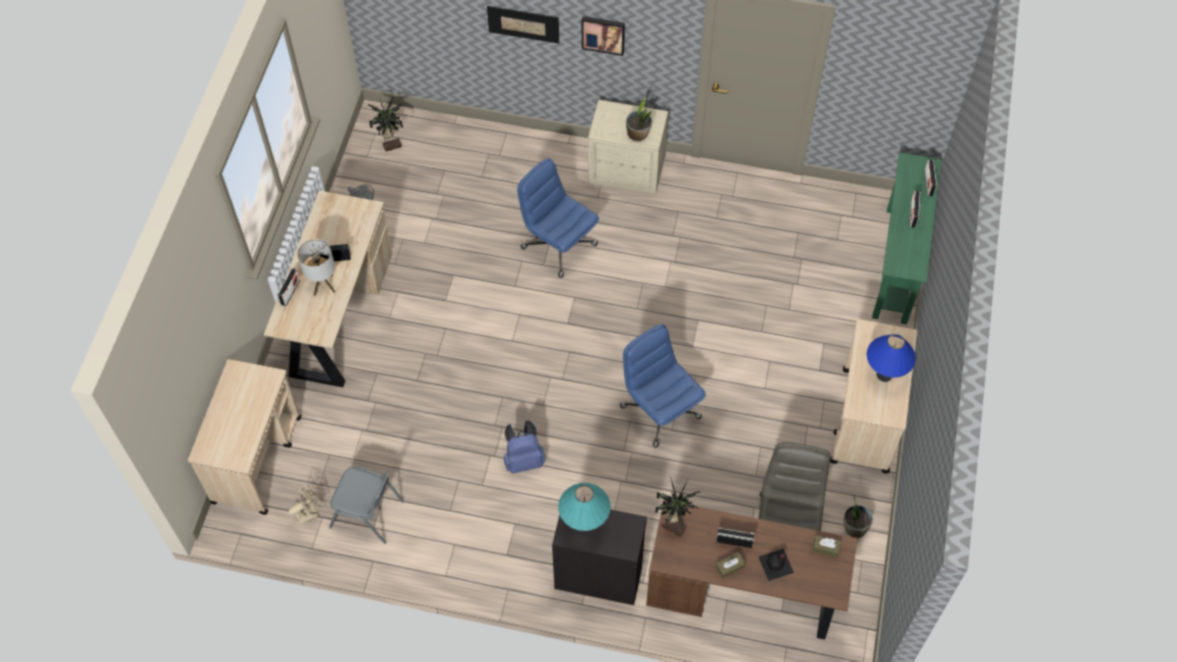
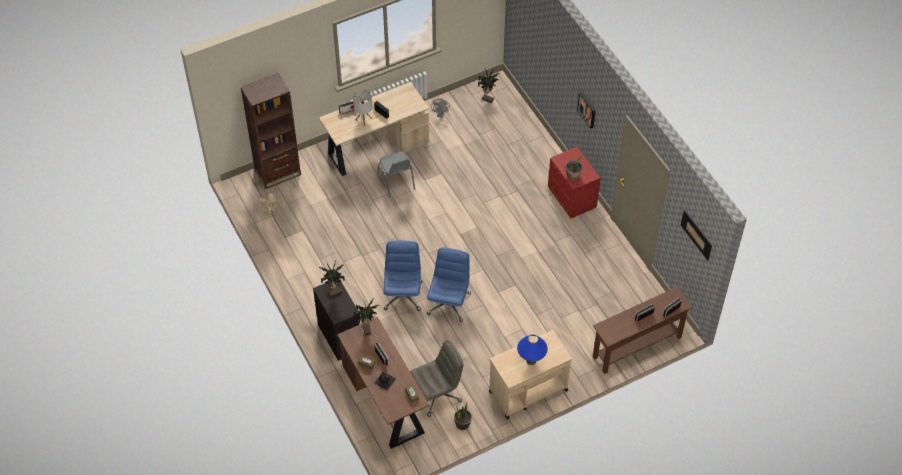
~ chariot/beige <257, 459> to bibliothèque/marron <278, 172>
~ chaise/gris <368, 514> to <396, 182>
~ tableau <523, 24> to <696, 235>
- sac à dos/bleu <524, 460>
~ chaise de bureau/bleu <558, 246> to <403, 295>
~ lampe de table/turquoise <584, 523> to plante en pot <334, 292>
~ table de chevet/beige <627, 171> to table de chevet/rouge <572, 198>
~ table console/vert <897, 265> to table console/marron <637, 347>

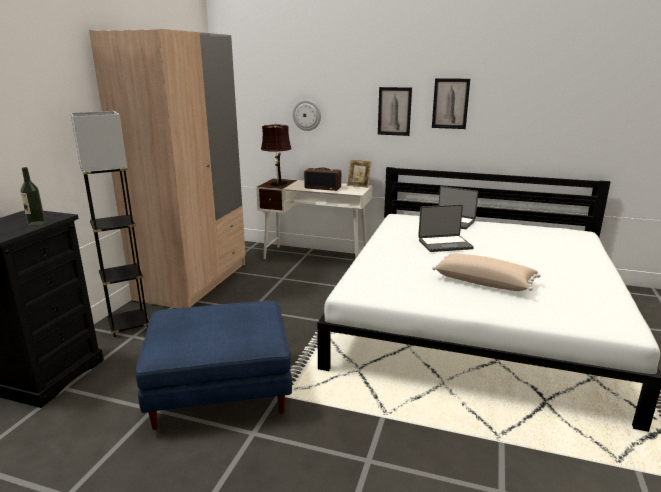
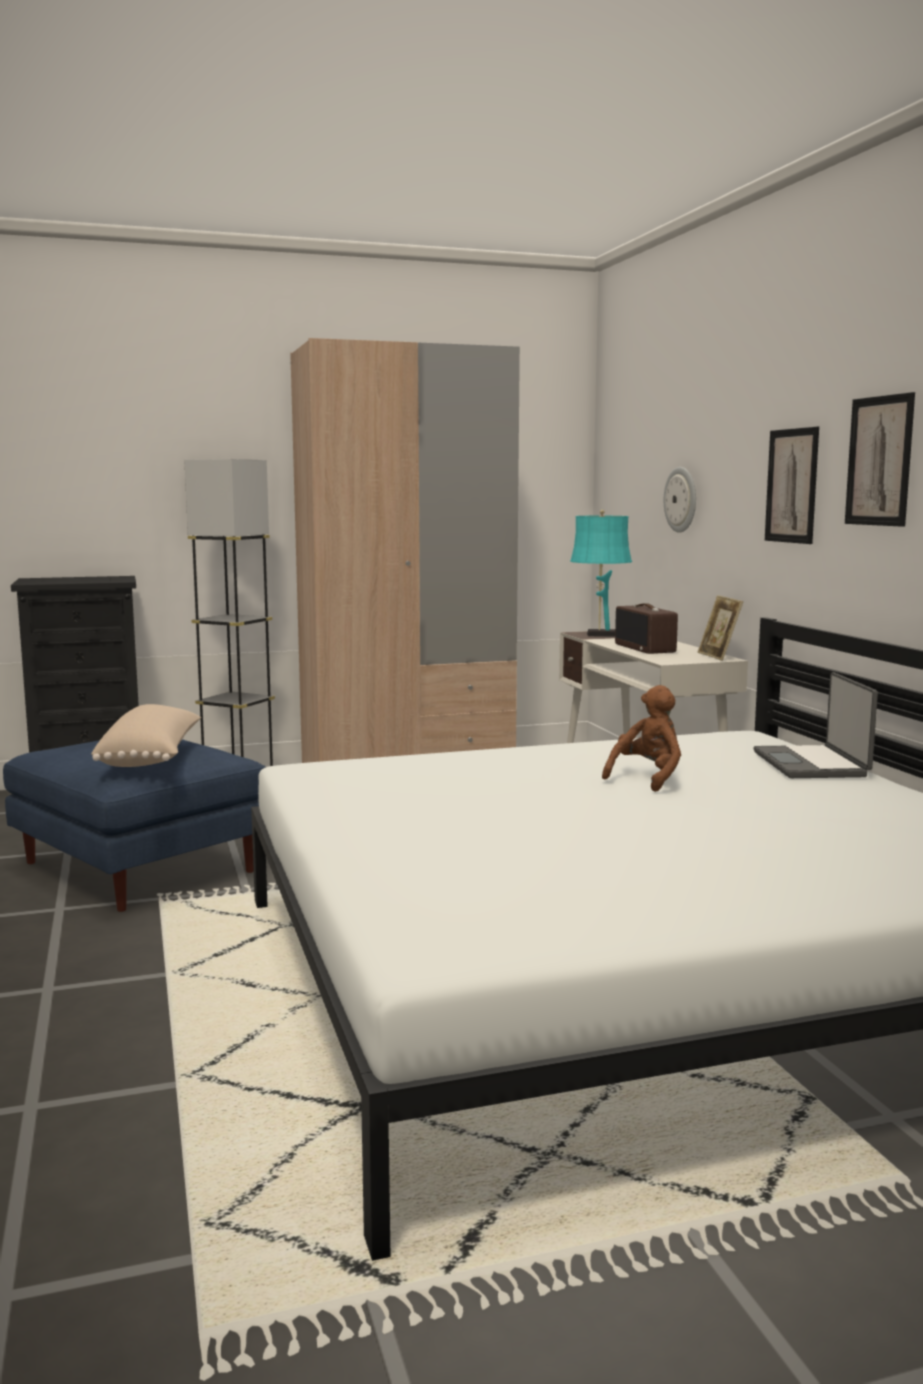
- bouteille <36, 223>
~ lampe de table/marron <277, 184> to lampe de table/turquoise <599, 635>
~ ordinateur portable <444, 244> to peluche/marron <647, 778>
~ coussin/beige <484, 282> to <153, 757>

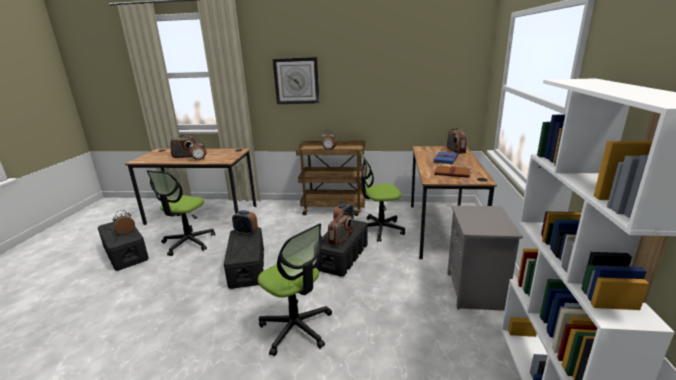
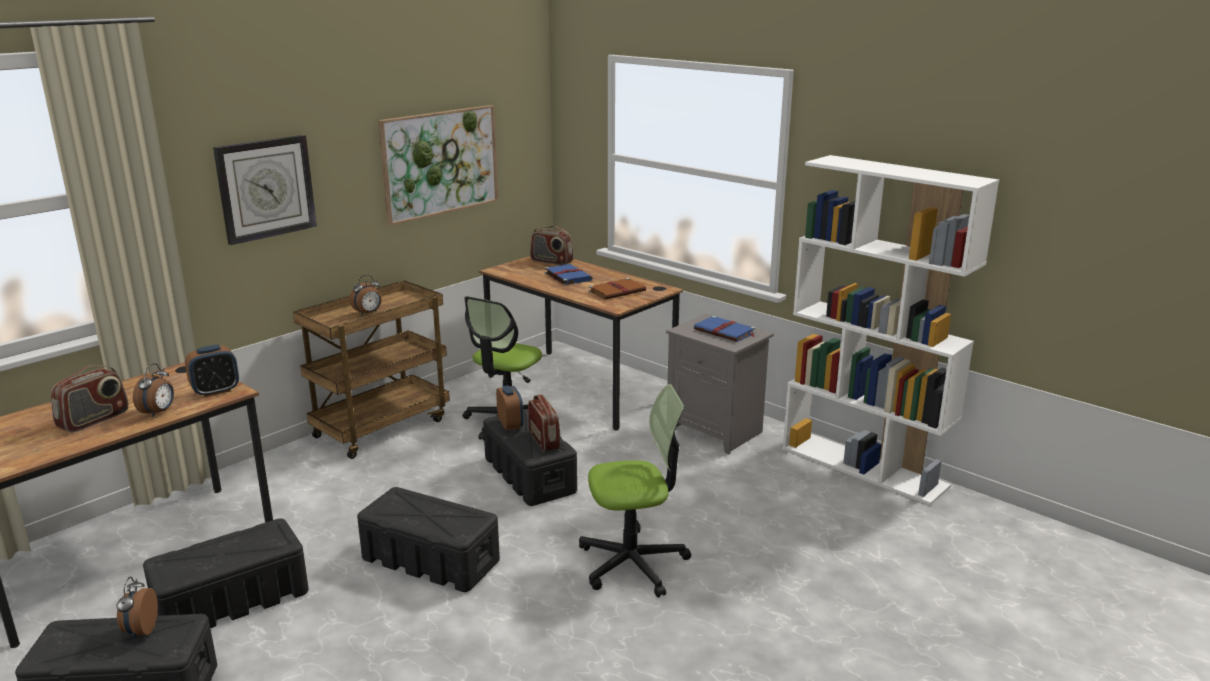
~ chaise de bureau <188, 242> to boîte de rangement/noir <231, 601>
~ réveil <246, 232> to <215, 391>
+ tableau <440, 162>
+ livre/bleu <725, 332>

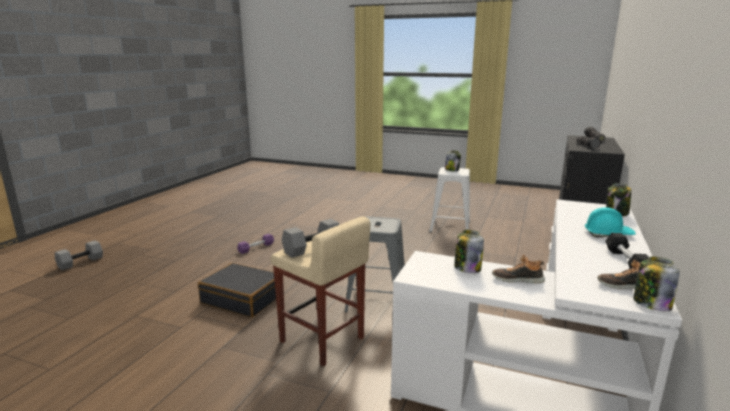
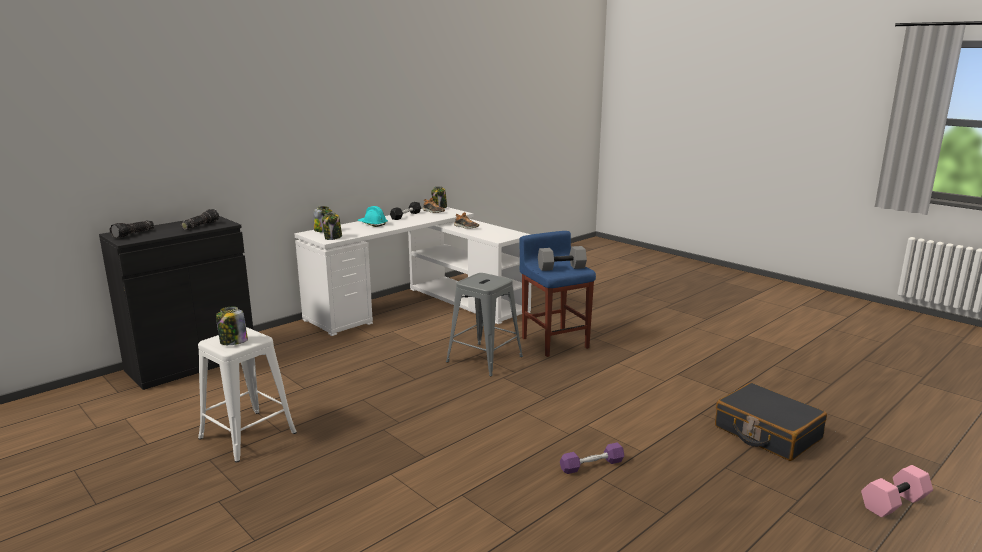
~ haltère/gris <81, 262> to haltère/rose <895, 504>
~ valise/noir <243, 299> to <767, 433>
~ tabouret/beige <323, 340> to tabouret/bleu <554, 342>
~ bocal <467, 268> to <333, 238>

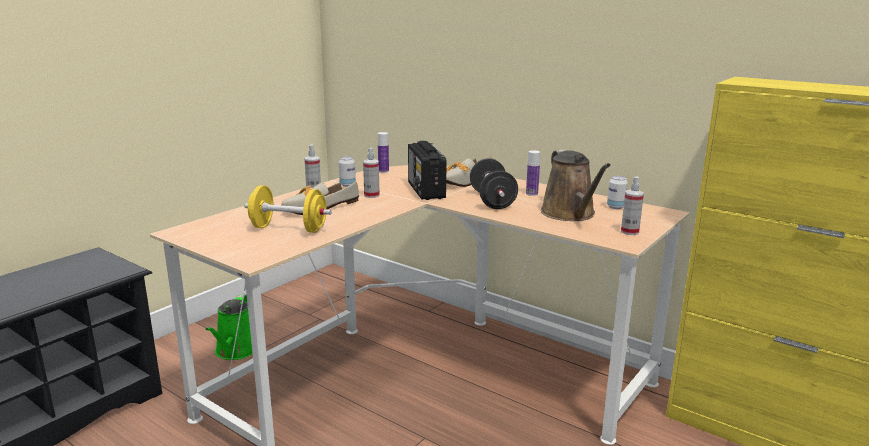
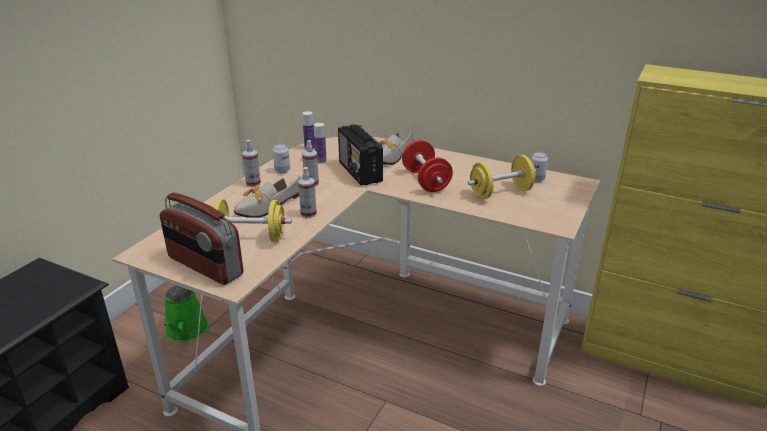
~ haltère/noir <492, 201> to haltère/rouge <426, 181>
~ bouteille <531, 194> to <321, 161>
~ arrosoir/marron <570, 214> to haltère/jaune <500, 193>
~ vaporisateur <629, 232> to <308, 214>
+ radio <204, 266>

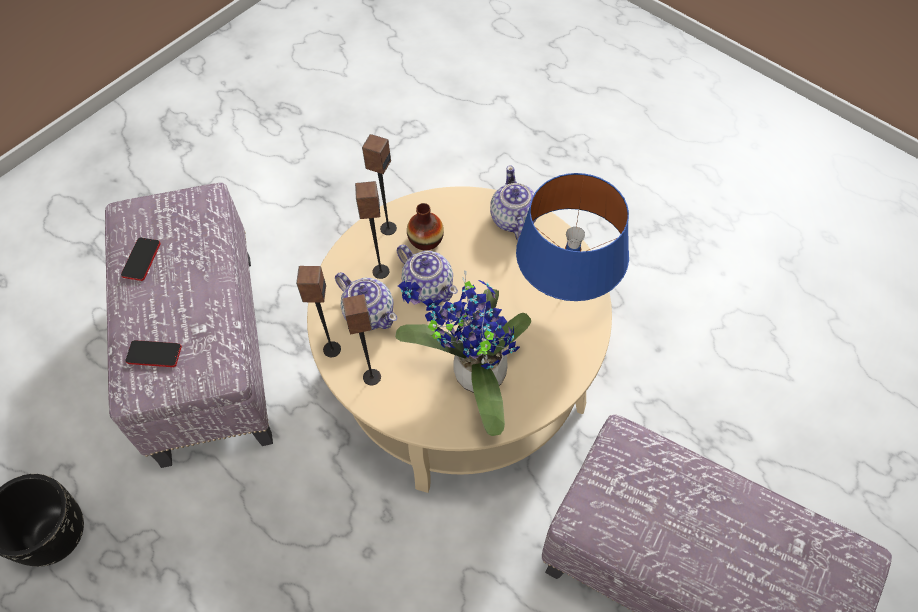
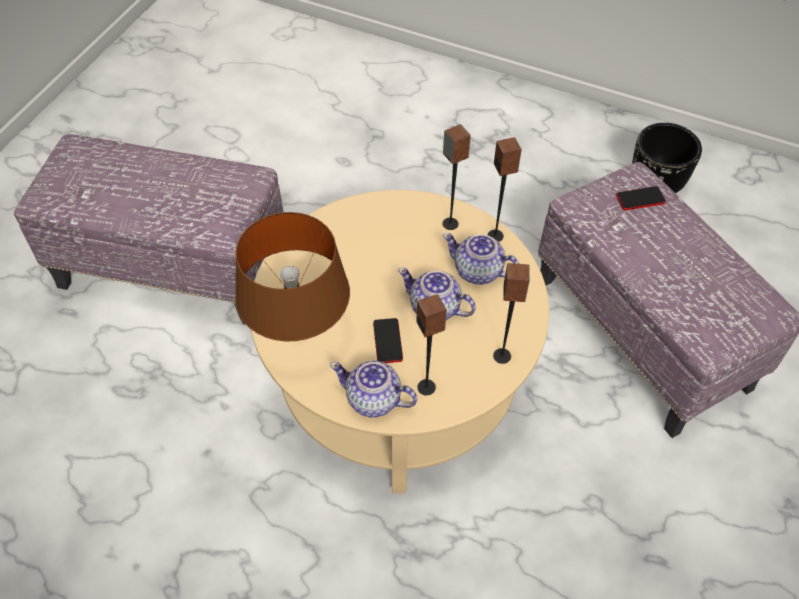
~ téléphone <141, 259> to <387, 341>
~ enceinte <380, 271> to <427, 387>
- plante en pot <472, 375>
- vase <426, 239>
~ théière <513, 219> = <374, 400> 135 degrees clockwise
~ lampe de table/bleu <566, 292> to lampe de table/marron <299, 335>

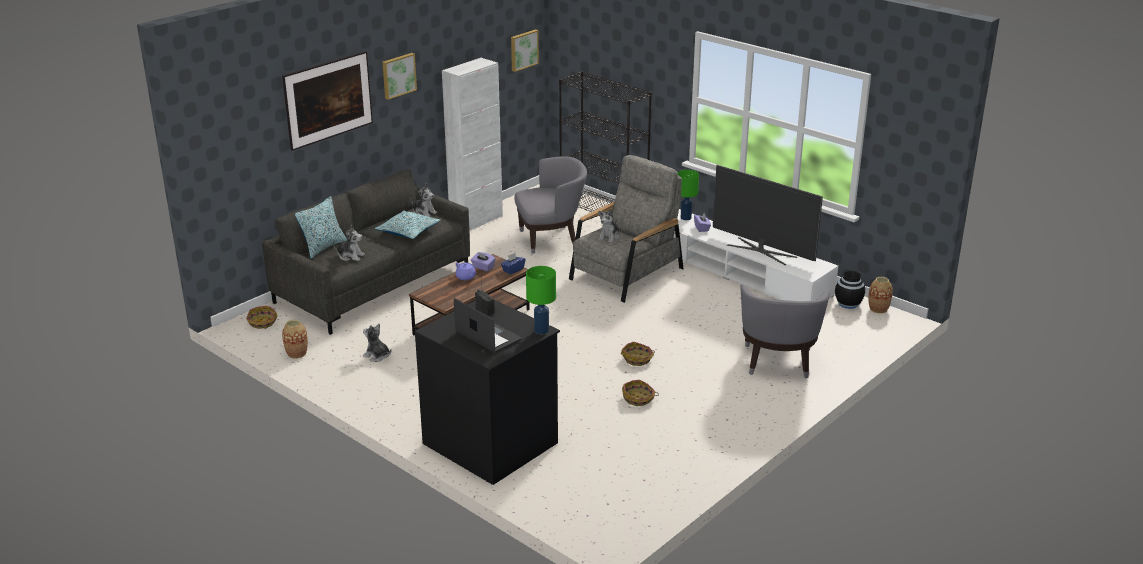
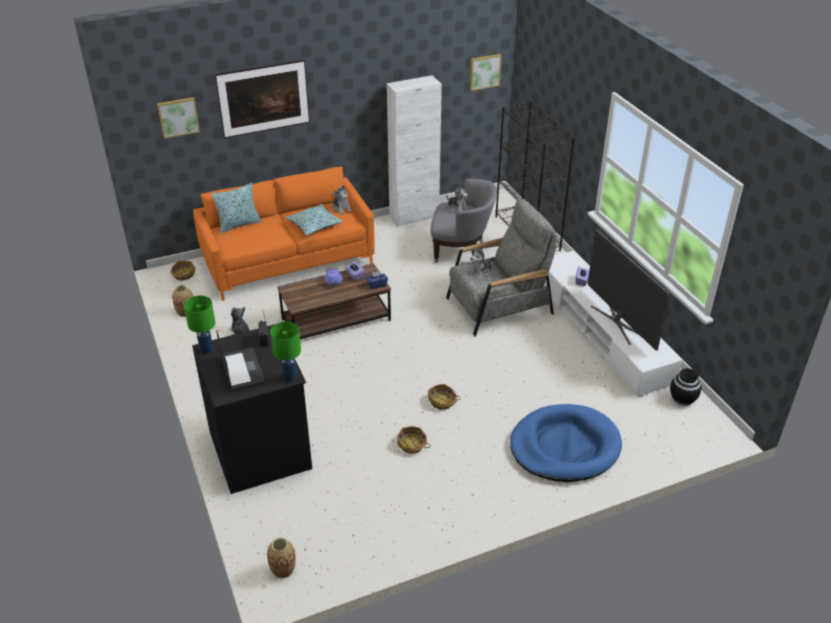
~ canapé/gris <373, 285> to canapé/orange <288, 261>
~ peluche <350, 256> to <457, 208>
~ tableau <398, 75> to <178, 117>
~ lampe de table/vert <685, 218> to <206, 350>
~ fauteuil/gris <777, 363> to panier pour chien/bleu <564, 447>
~ vase <878, 309> to <283, 569>

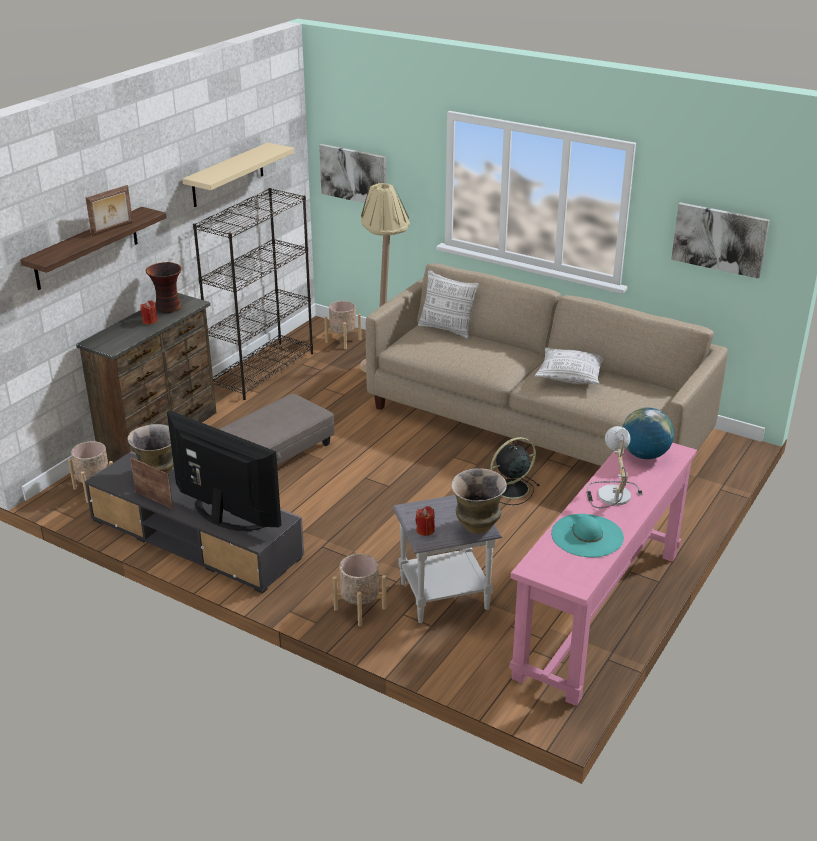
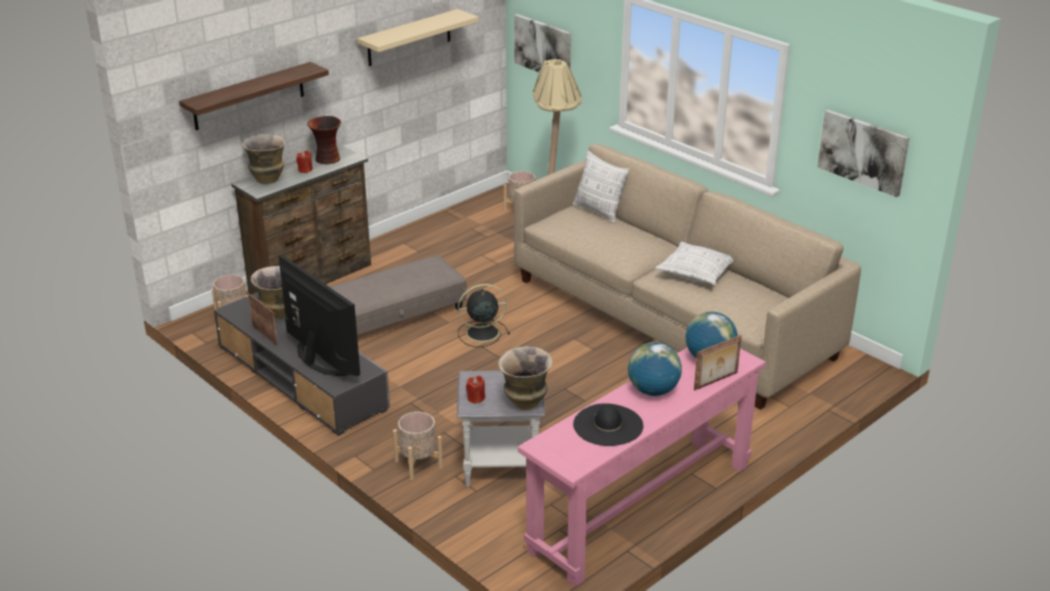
~ cadre photo <113, 229> to <716, 381>
- bibliothèque/noir <263, 370>
~ ventilateur/noir <510, 489> to <481, 333>
~ chapeau/turquoise <587, 535> to chapeau/noir <608, 425>
~ lampe de table <610, 494> to globe <653, 390>
+ vase <268, 179>

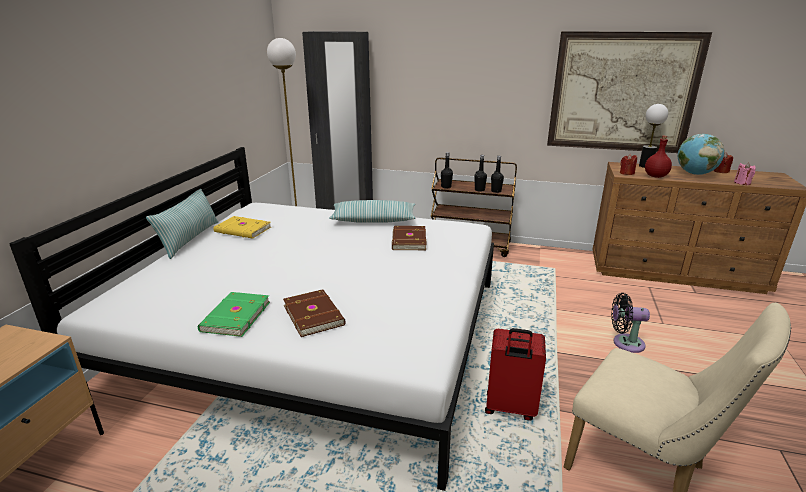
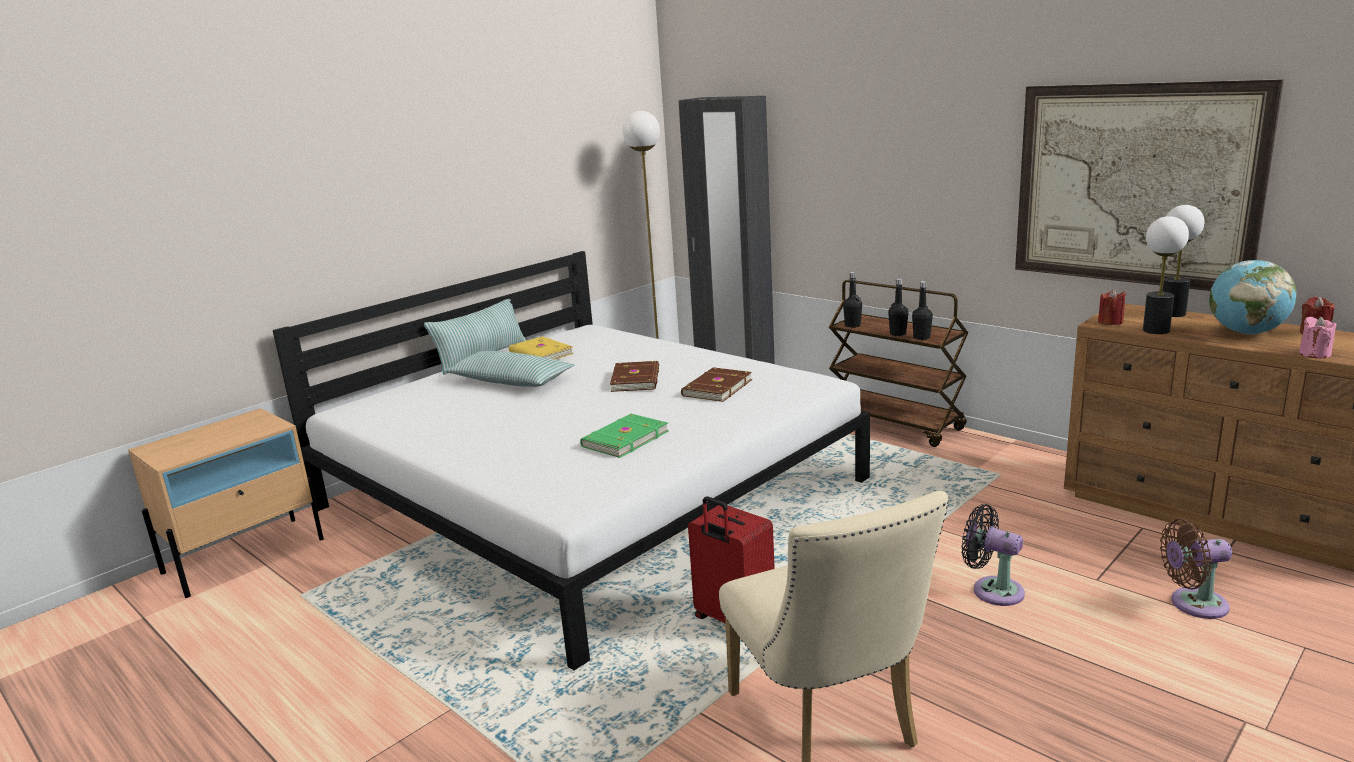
~ livre/vert <234, 316> to <624, 439>
~ livre/marron <314, 314> to <637, 379>
~ coussin <373, 220> to <510, 381>
~ bouteille/rouge <655, 176> to lampe de table <1156, 330>
+ ventilateur/marron <1193, 604>

